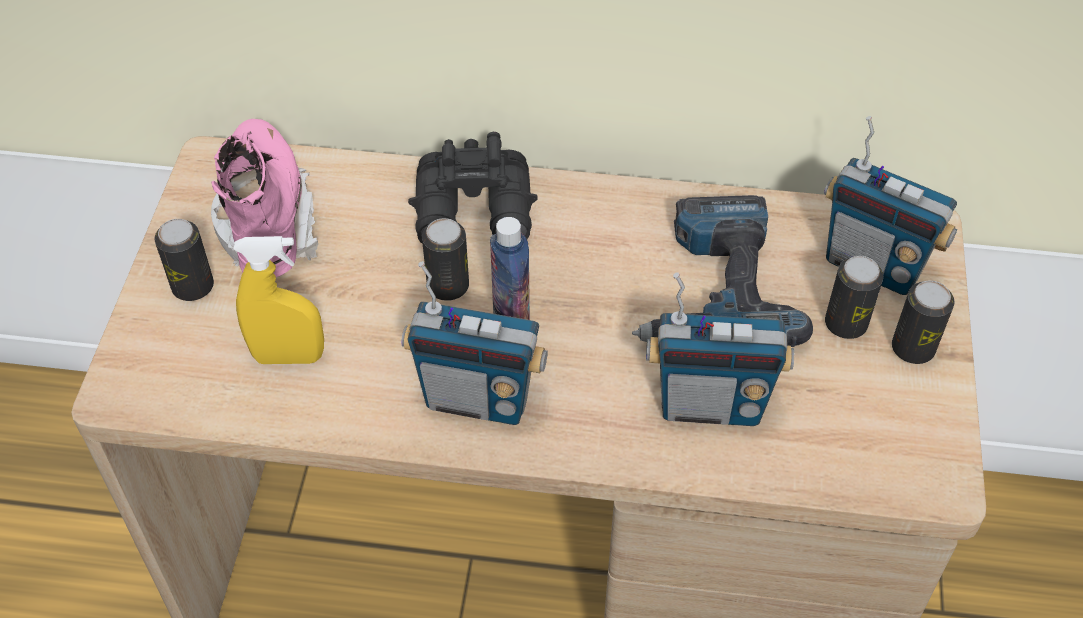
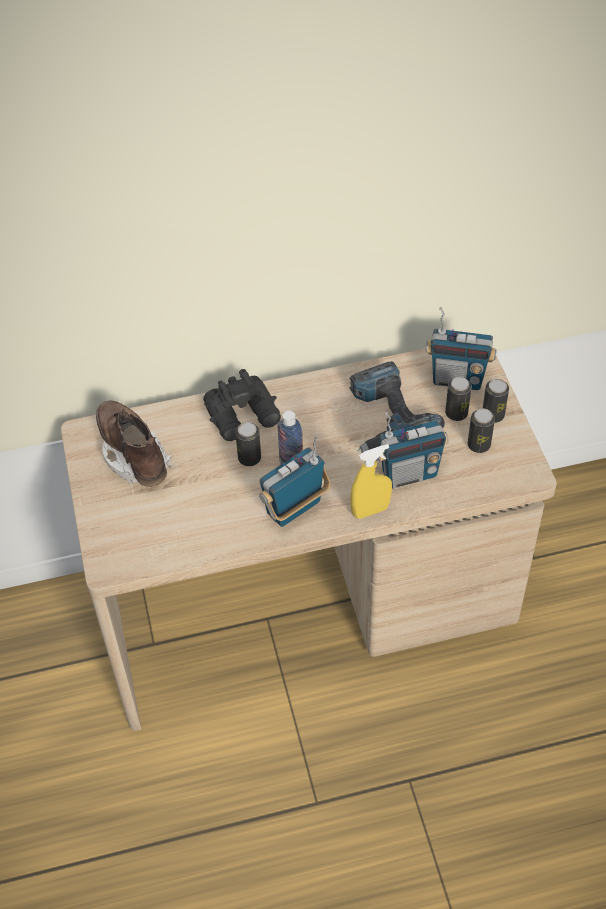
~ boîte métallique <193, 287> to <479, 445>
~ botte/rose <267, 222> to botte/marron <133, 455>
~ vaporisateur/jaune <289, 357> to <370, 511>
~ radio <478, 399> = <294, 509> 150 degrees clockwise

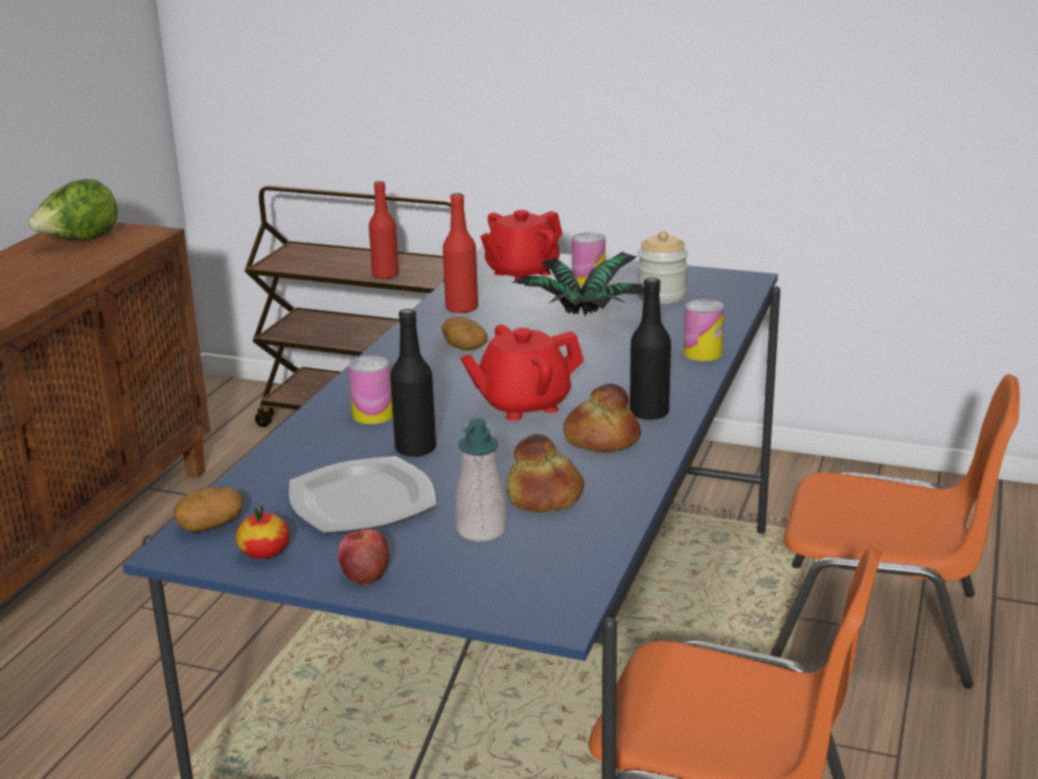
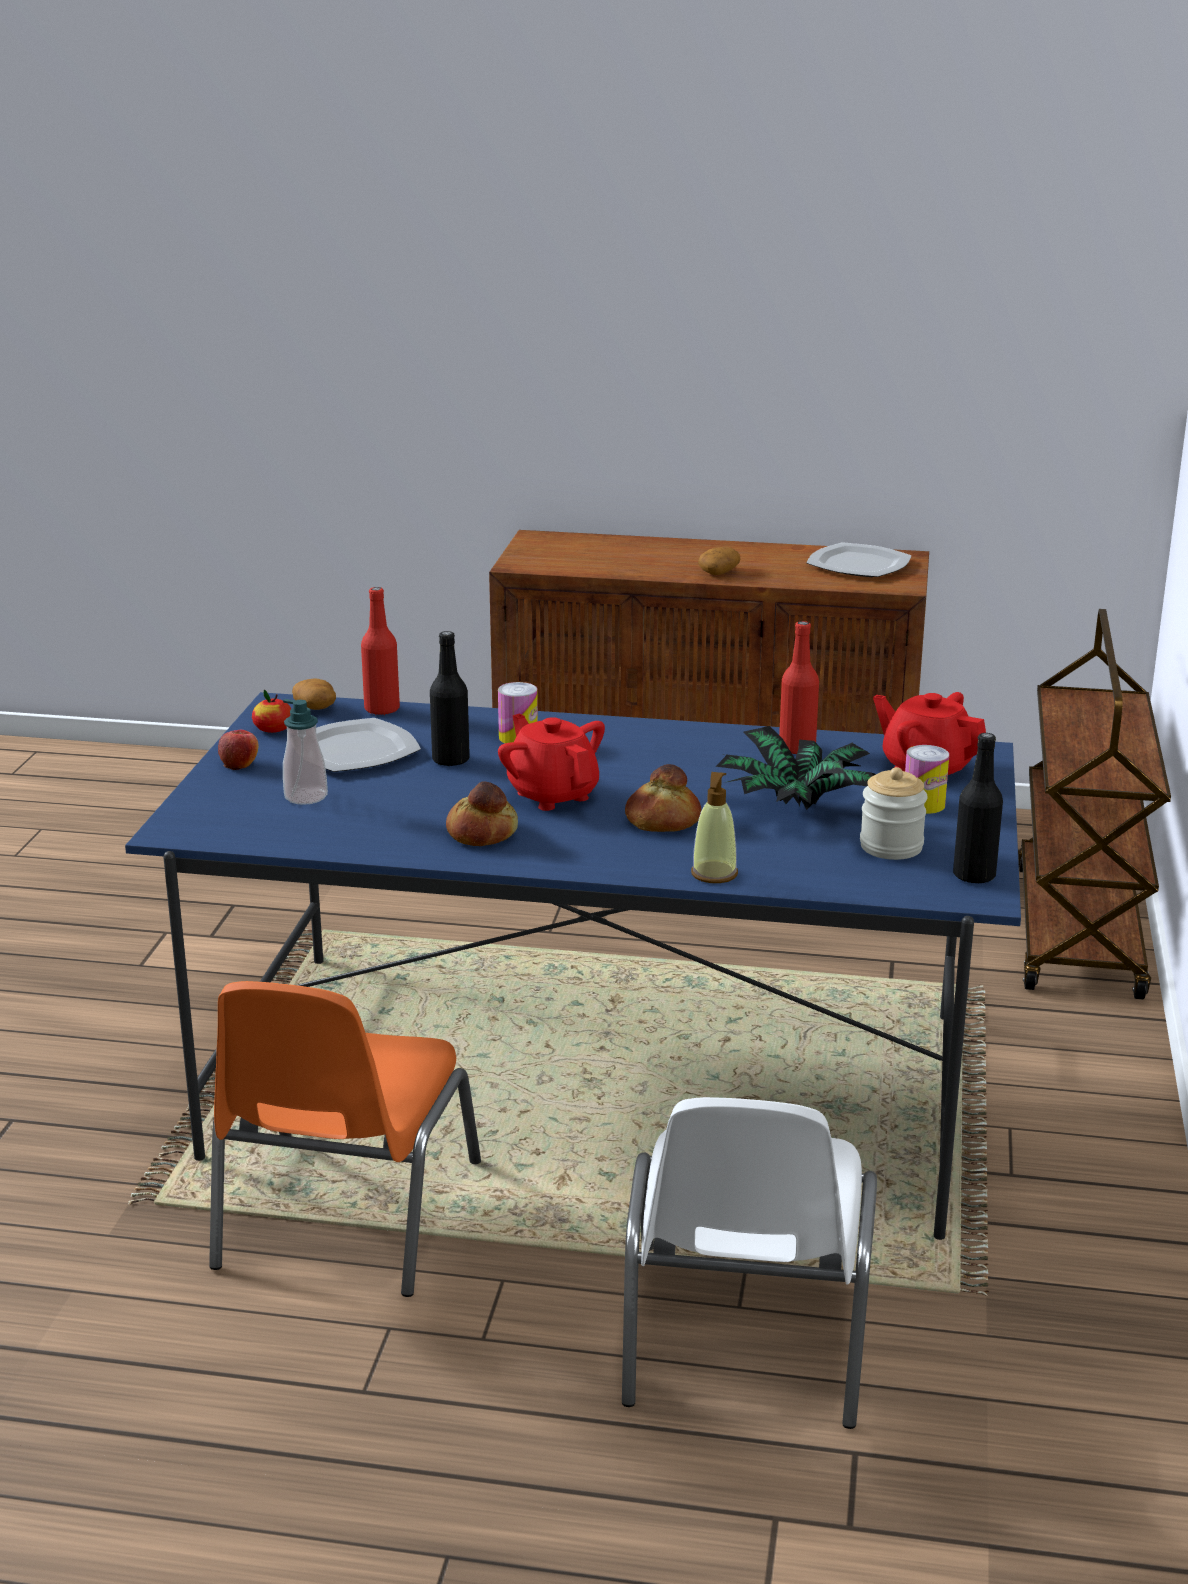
~ laitue <79, 241> to assiette <859, 565>
~ bouteille/rouge <385, 275> to <382, 709>
~ pomme de terre <463, 346> to <719, 572>
~ pain <545, 496> to <662, 821>
~ bouteille/noir <649, 413> to <974, 876>
~ boîte métallique <702, 353> to distributeur de savon <714, 874>
~ chaise/orange <880, 626> to chaise/blanc <744, 1337>

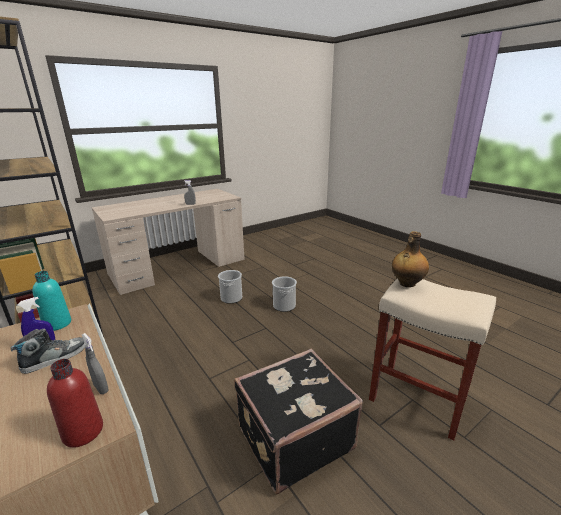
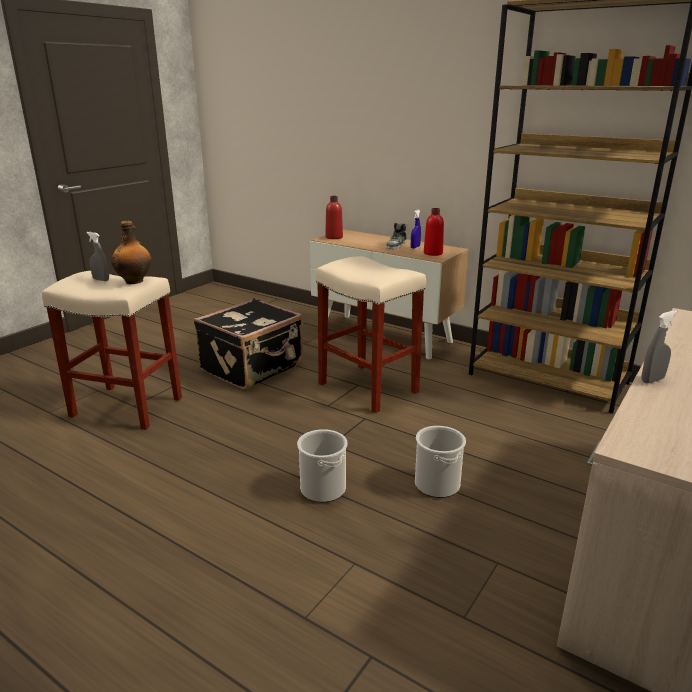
~ bouteille/turquoise <57, 324> to bouteille/rouge <433, 253>
~ vaporisateur/gris <101, 388> to <101, 280>
+ tabouret/beige <369, 388>

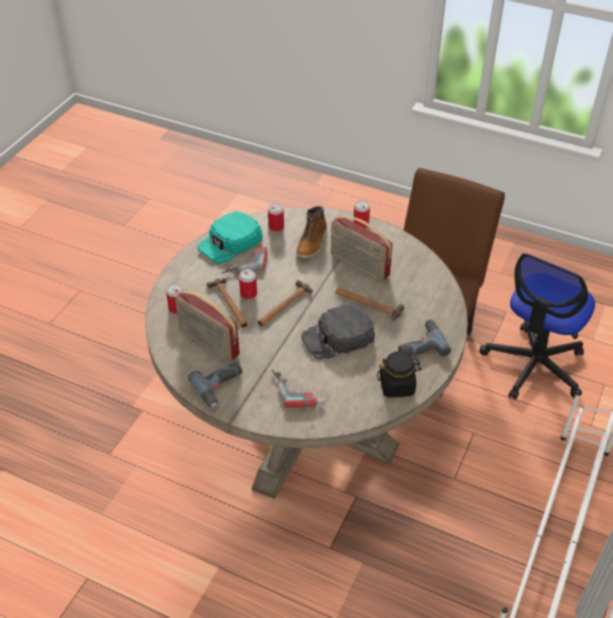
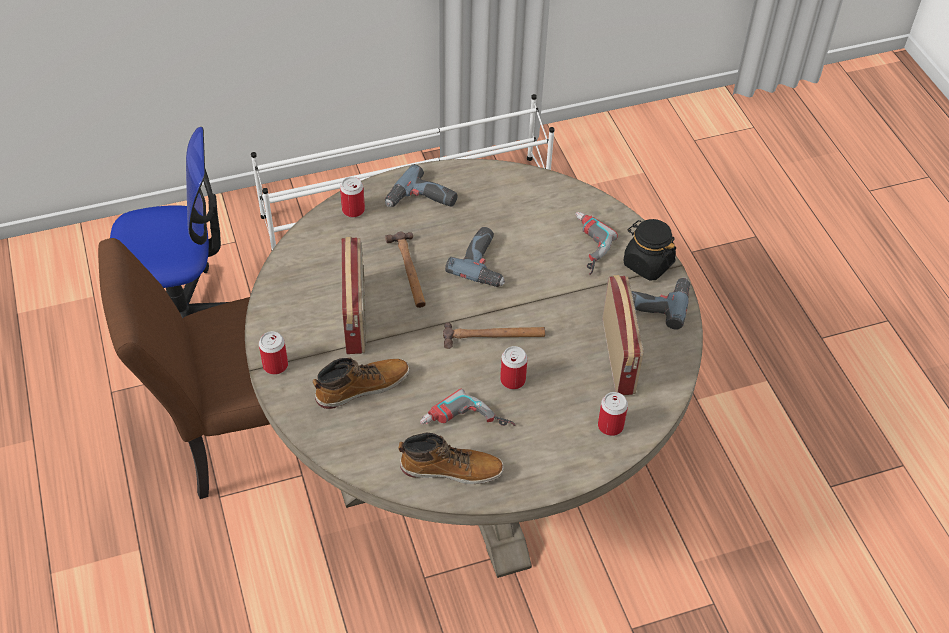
~ casquette/turquoise <230, 243> to botte <451, 469>
- marteau <229, 304>
~ boîte métallique <276, 227> to <353, 210>
~ casquette/noir <338, 337> to perceuse <485, 263>
~ bocal/noir <397, 386> to <647, 264>

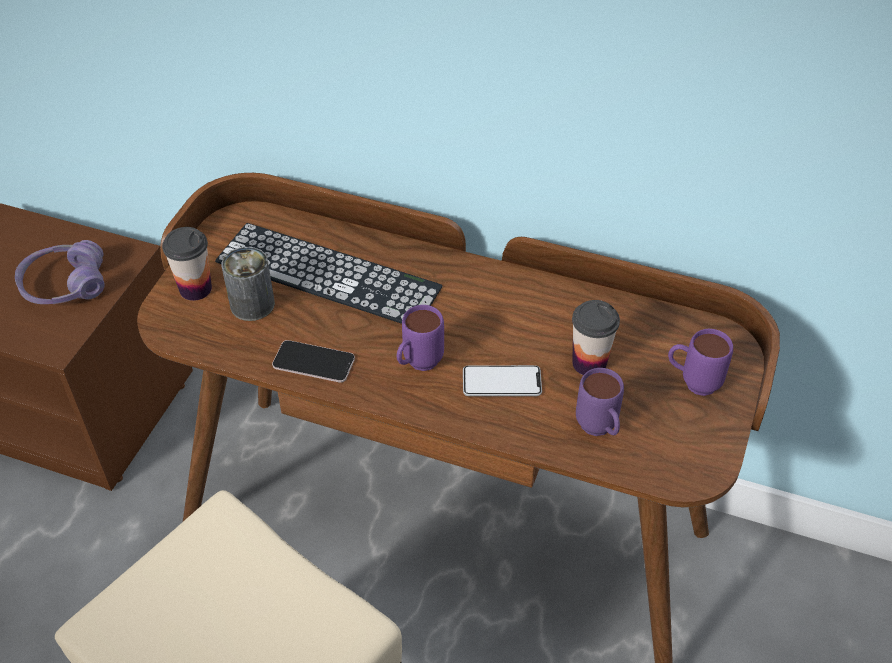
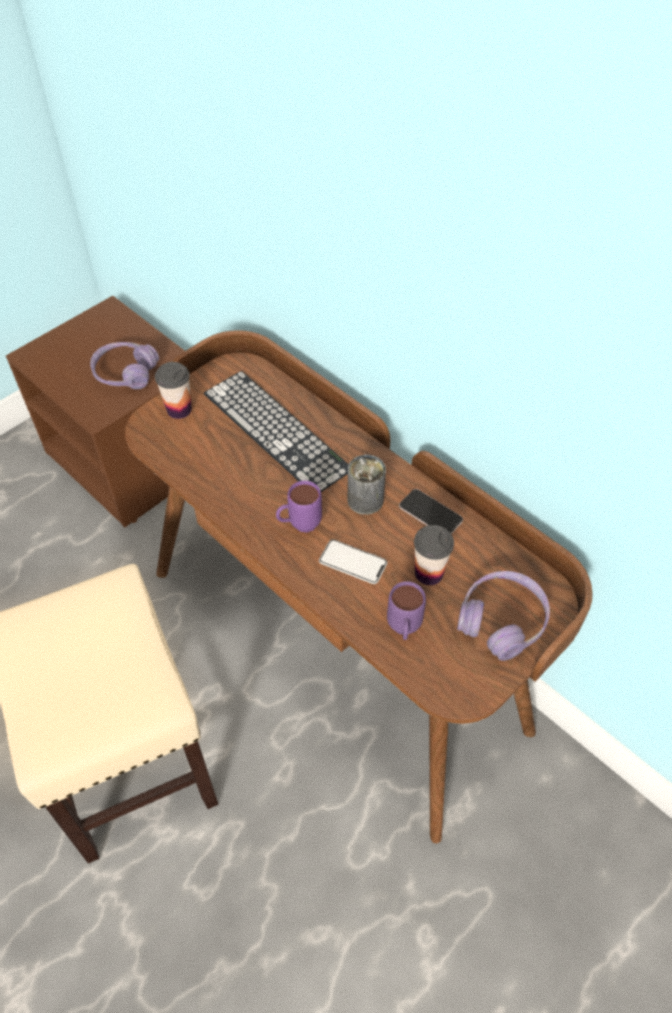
~ boîte métallique <252, 304> to <365, 500>
~ téléphone <313, 362> to <430, 513>
~ mug/violet <692, 383> to casque audio/violet <501, 621>

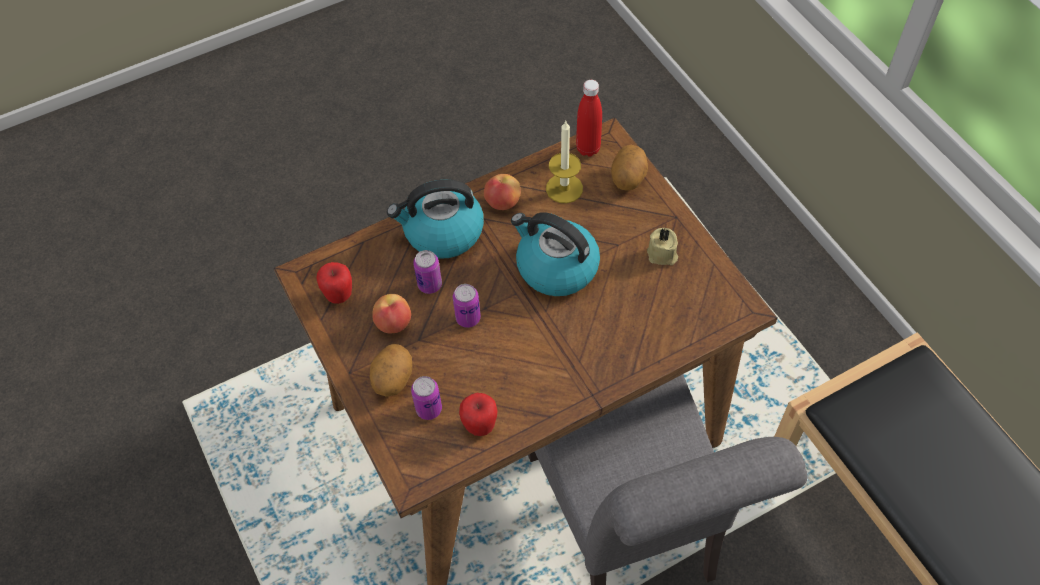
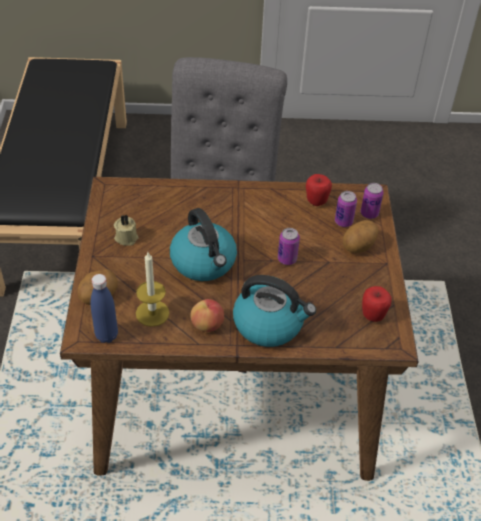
- pomme <394, 323>
~ boîte métallique <430, 285> to <369, 213>
~ bouteille/rouge <588, 149> to bouteille/bleu <106, 335>

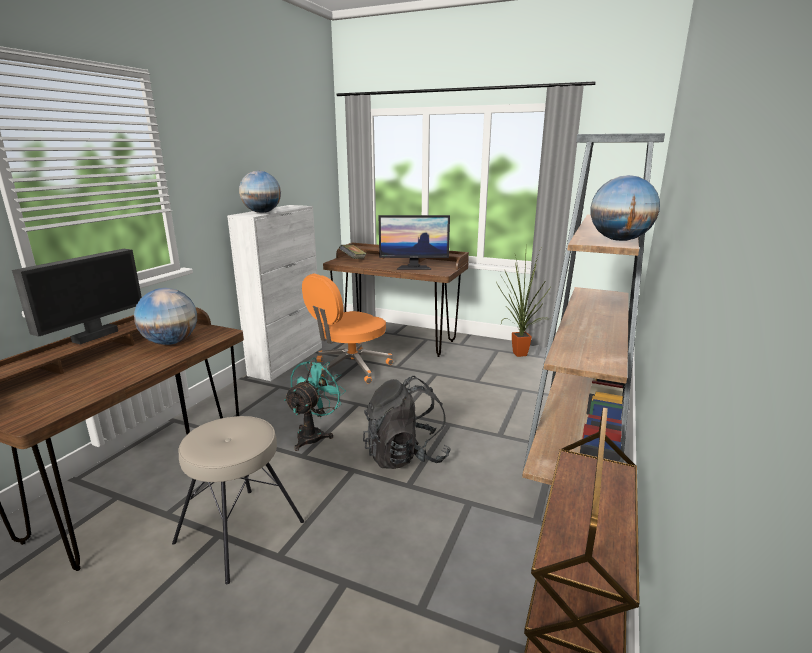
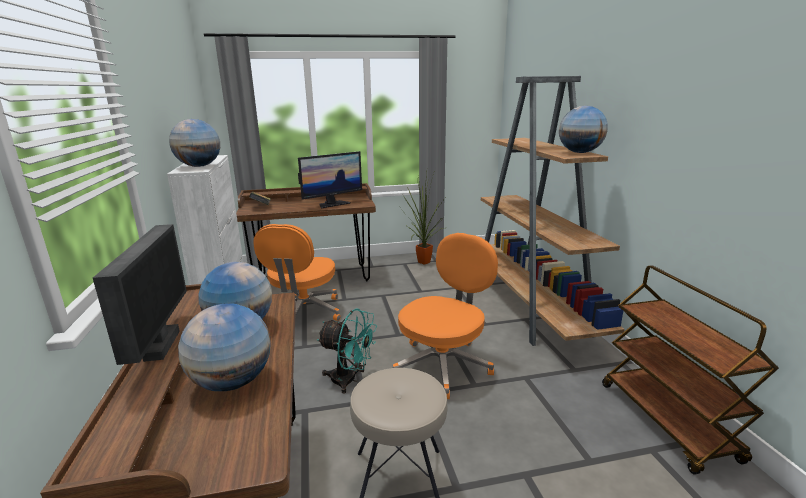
~ ventilateur/turquoise <314, 434> = <349, 380> 120 degrees clockwise
~ sac à dos/noir <405, 455> to chaise de bureau/orange <444, 365>
+ globe <232, 382>

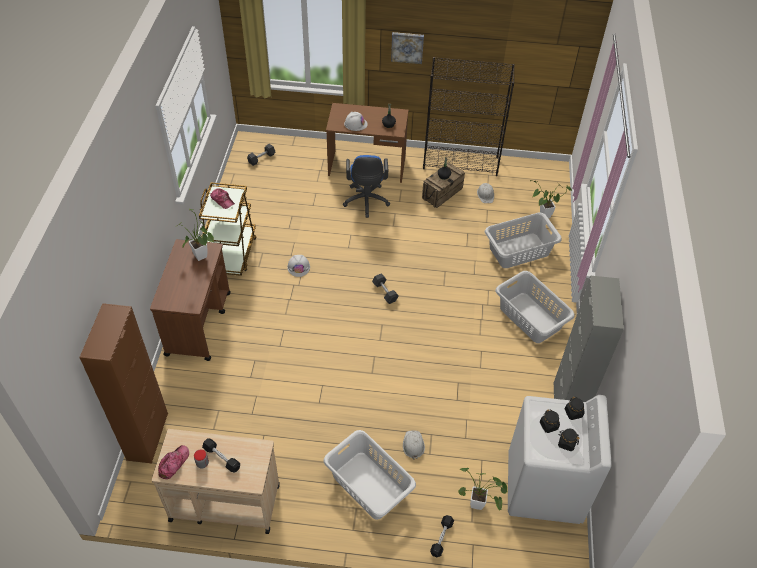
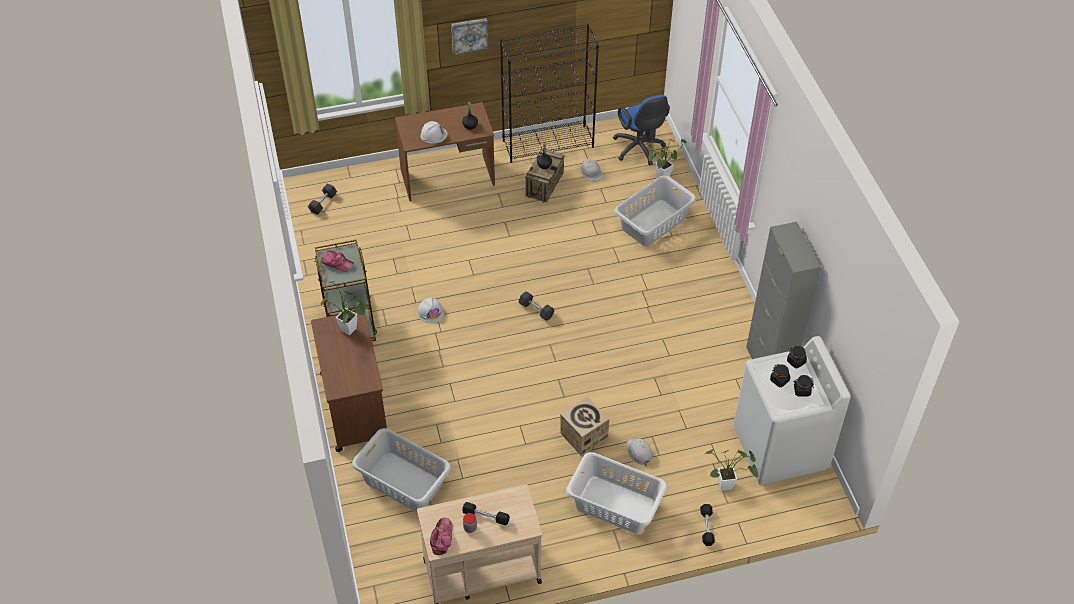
- meuble de rangement/marron <147, 436>
~ chaise de bureau/bleu <366, 202> to <639, 150>
~ panier à linge/gris <530, 317> to <403, 481>
+ carton <583, 436>

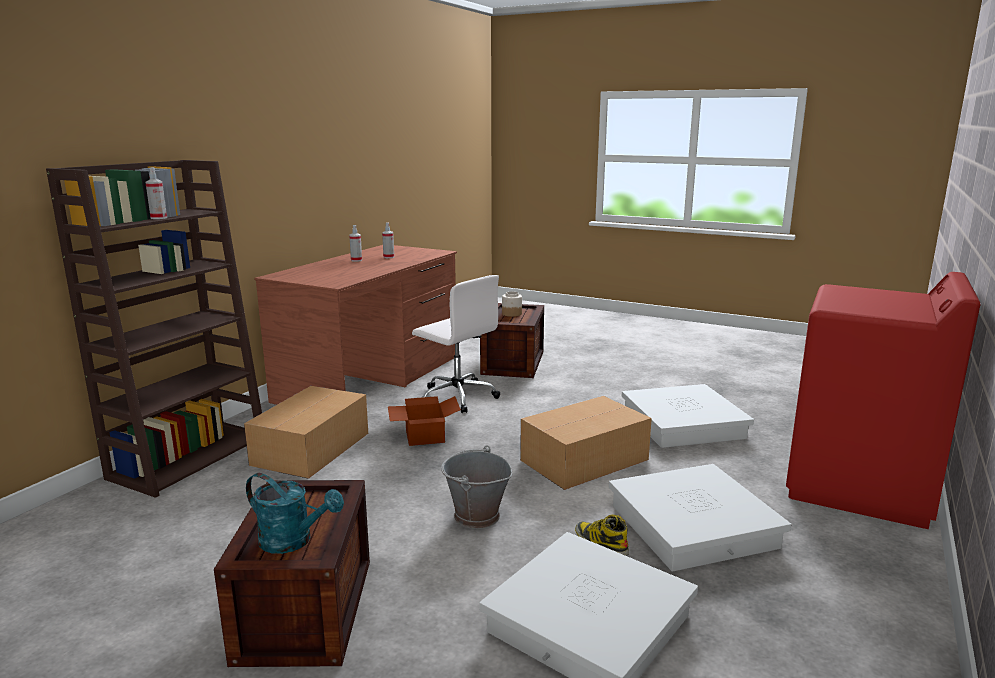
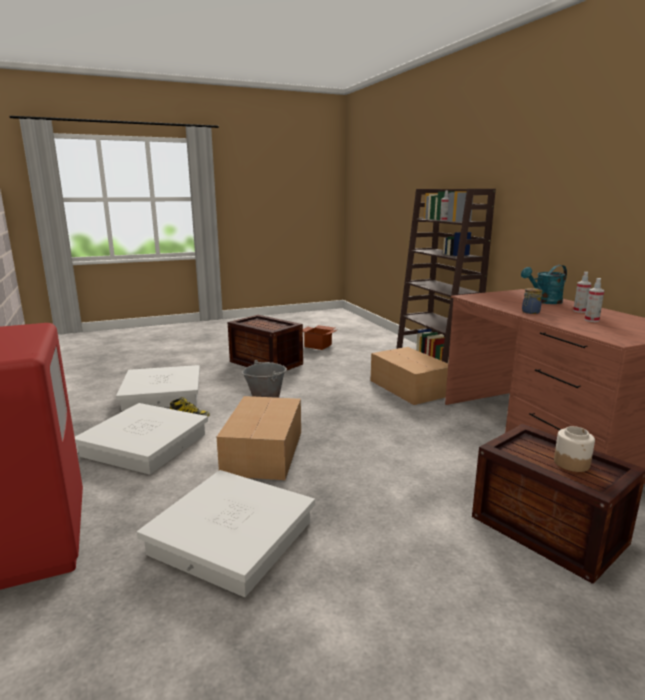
~ arrosoir/turquoise <293, 541> to <544, 302>
~ carton <423, 436> to <318, 345>
- chaise de bureau/blanc <456, 397>
+ bocal <530, 312>

